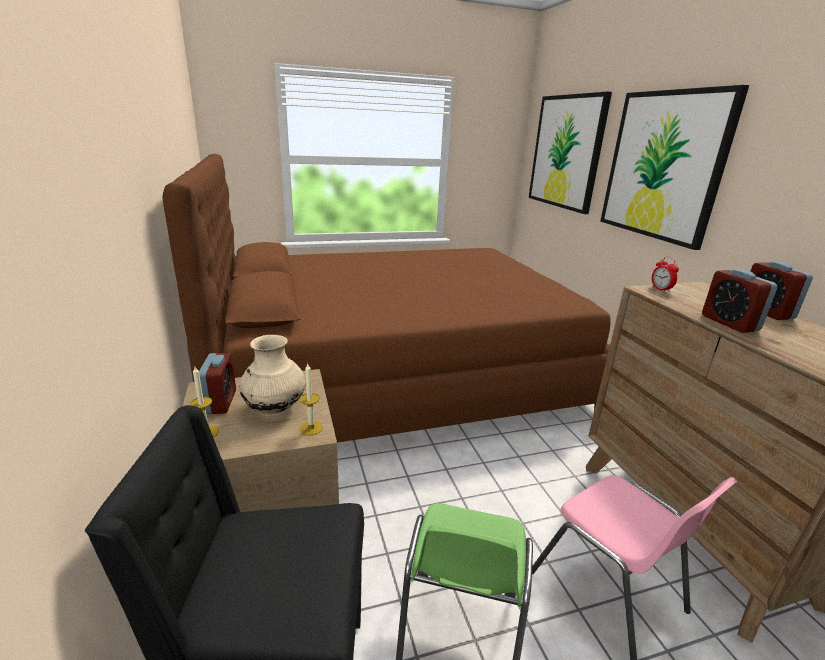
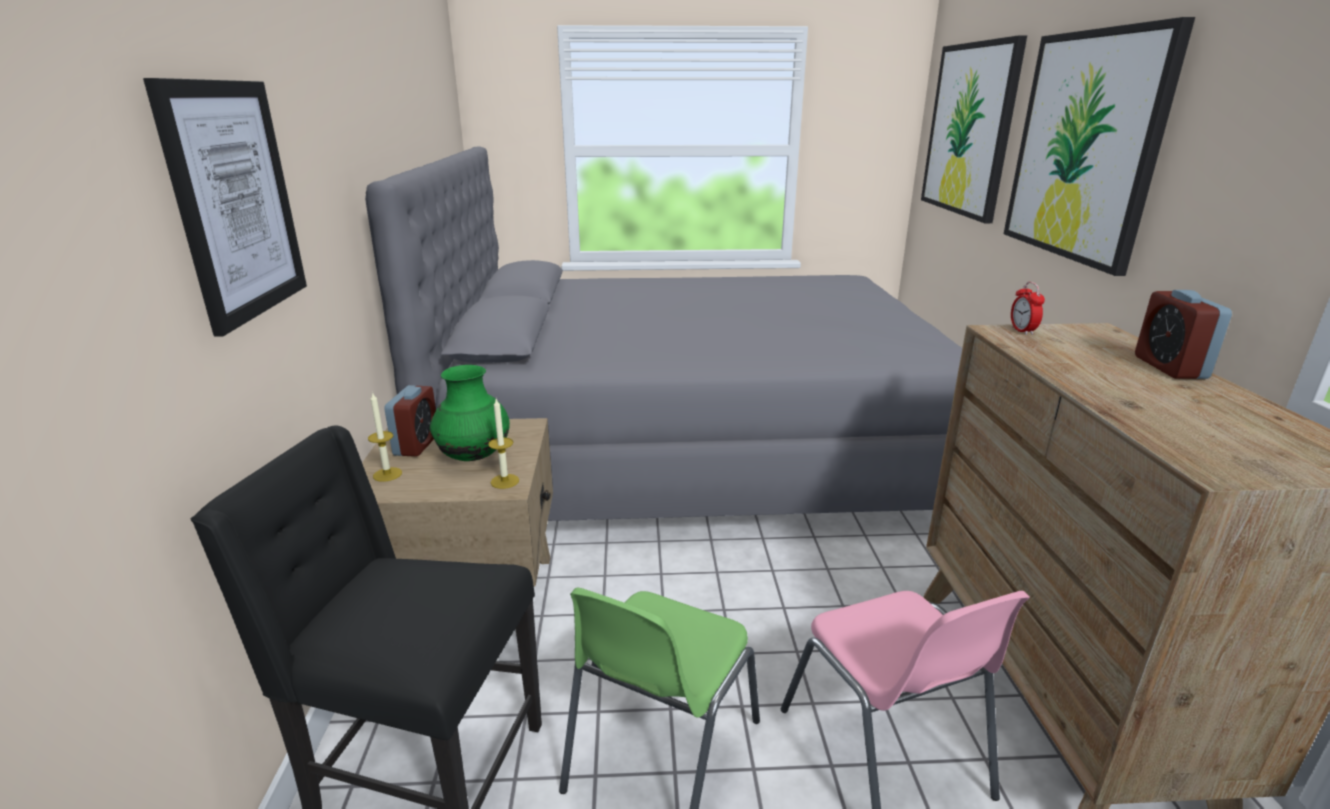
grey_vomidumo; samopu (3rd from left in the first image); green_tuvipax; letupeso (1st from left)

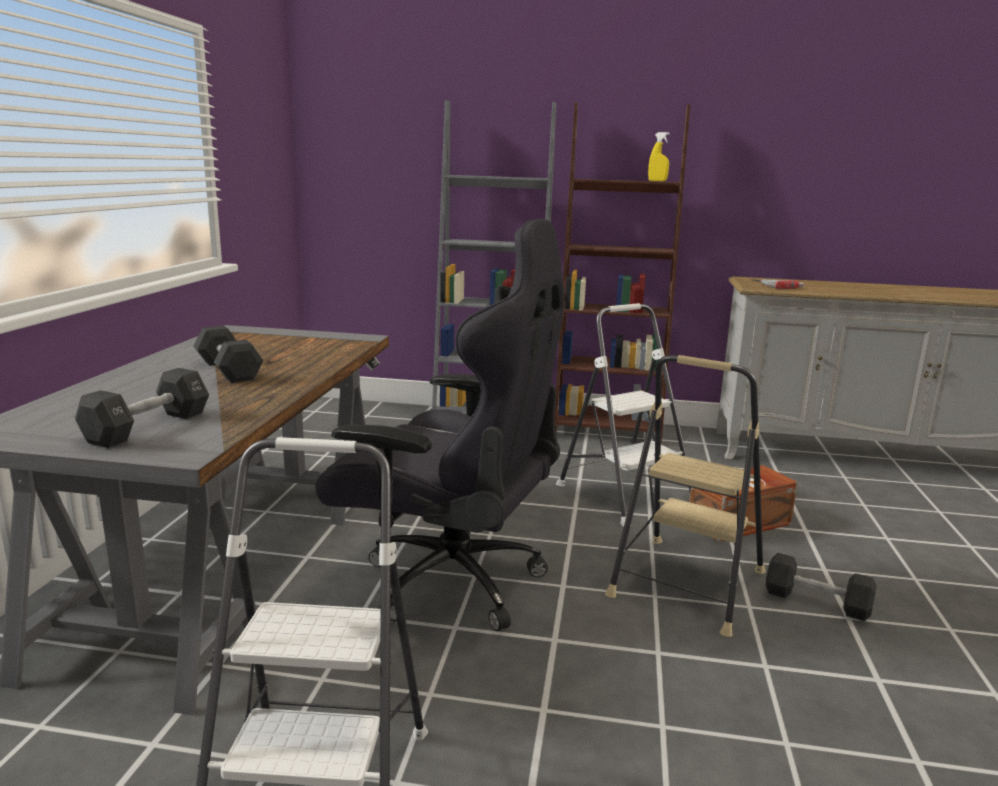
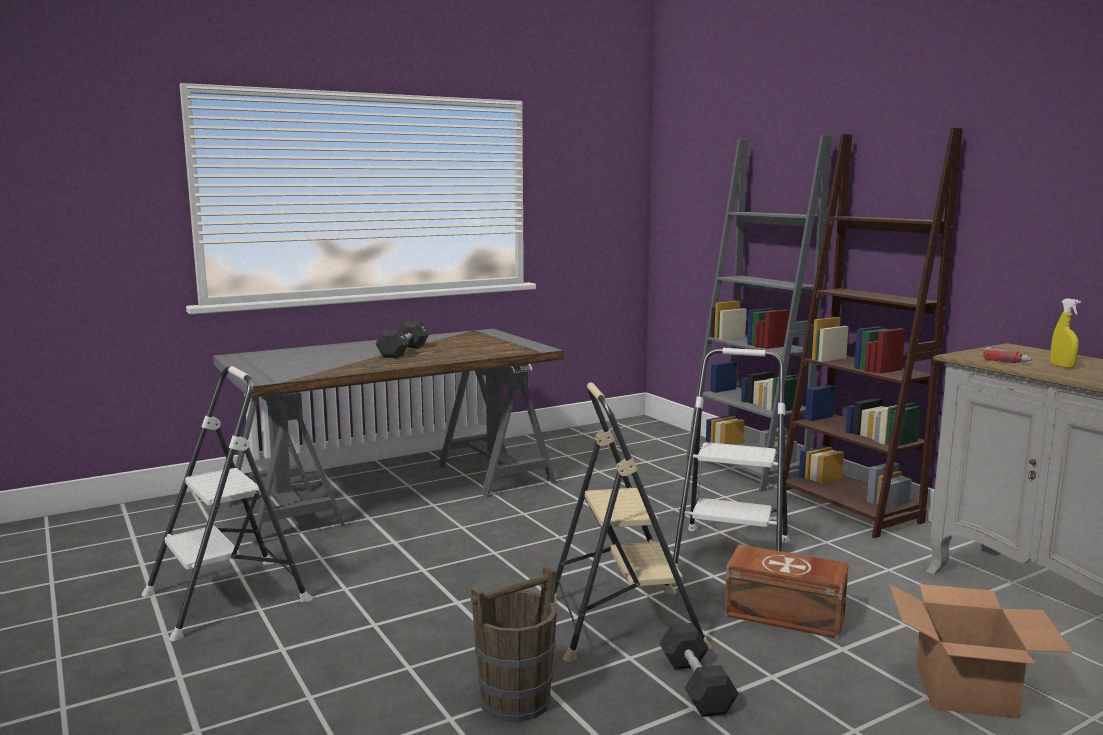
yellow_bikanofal; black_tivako; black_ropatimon (1st from left in the first image); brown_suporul; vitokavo

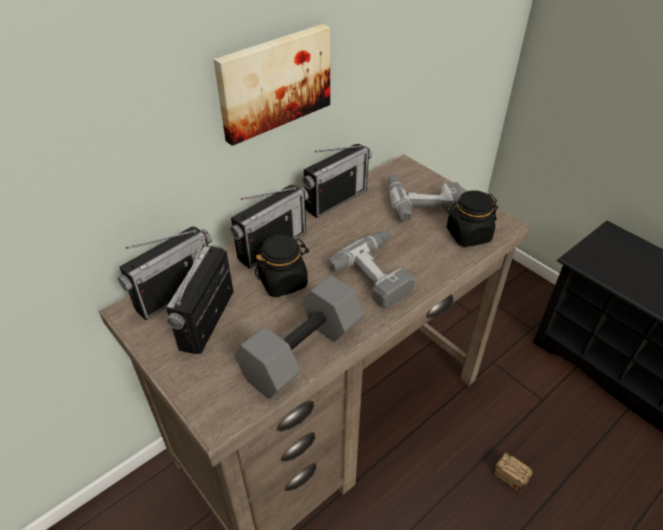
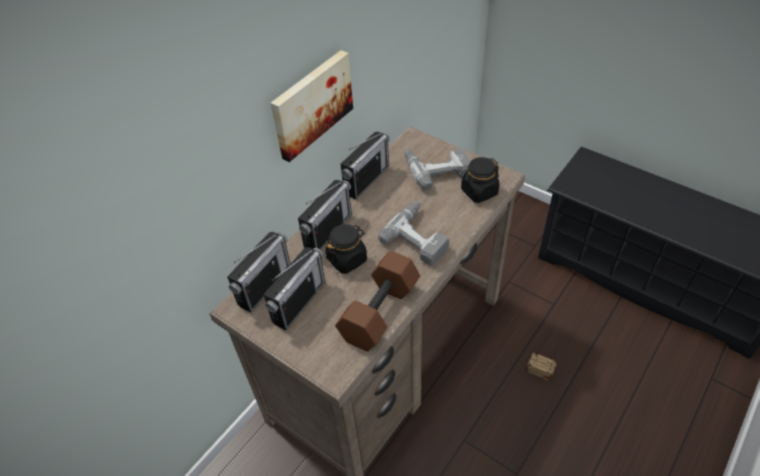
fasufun (2nd from left); brown_ropatimon

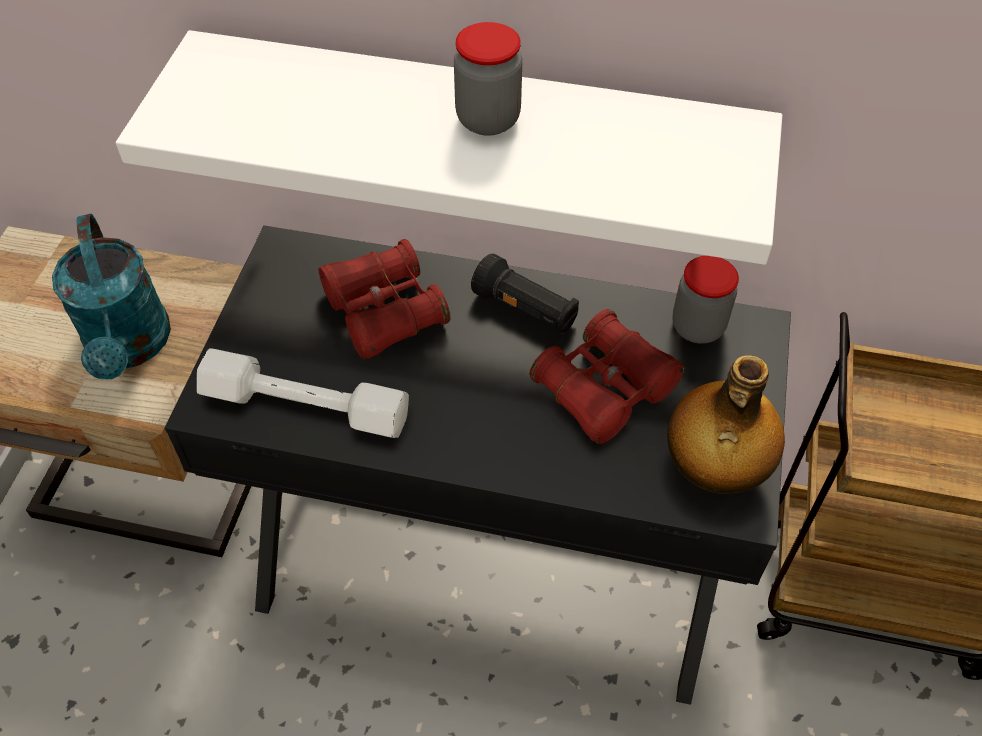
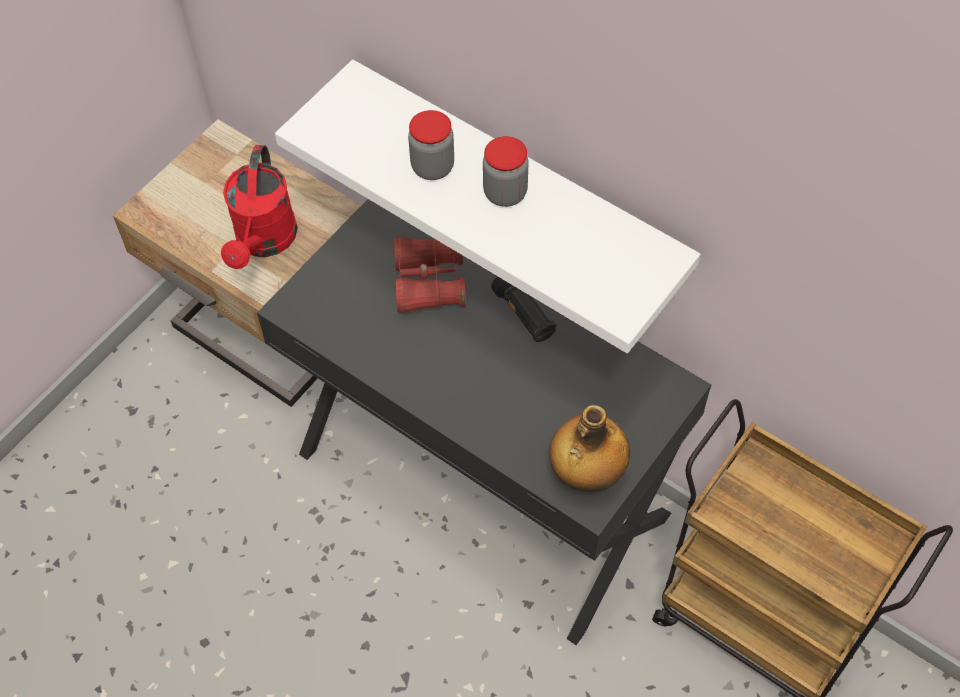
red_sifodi; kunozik (1st from left); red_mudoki (2nd from left in the first image); white_ropatimon

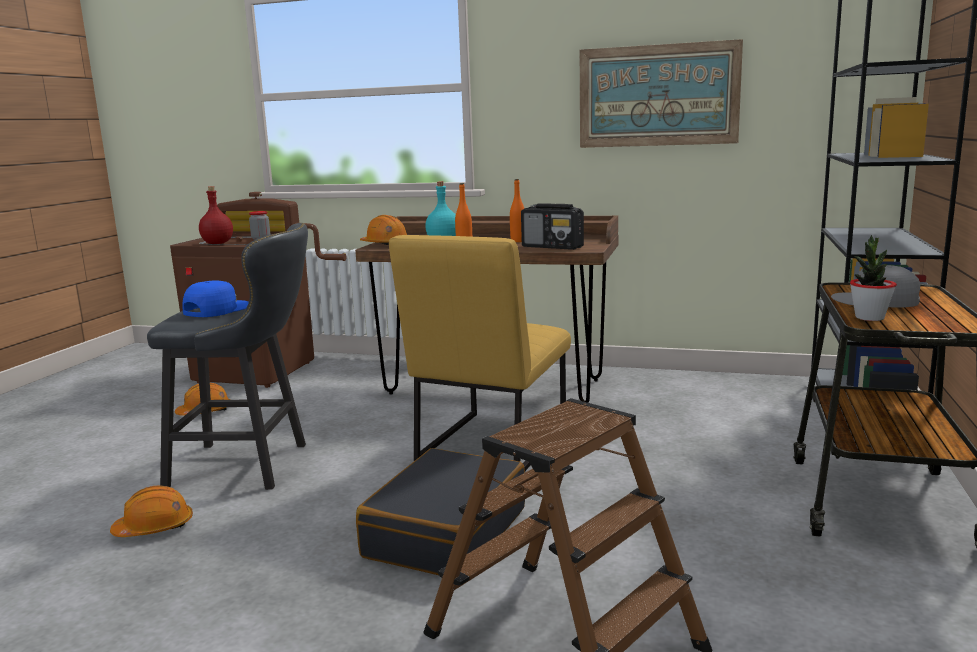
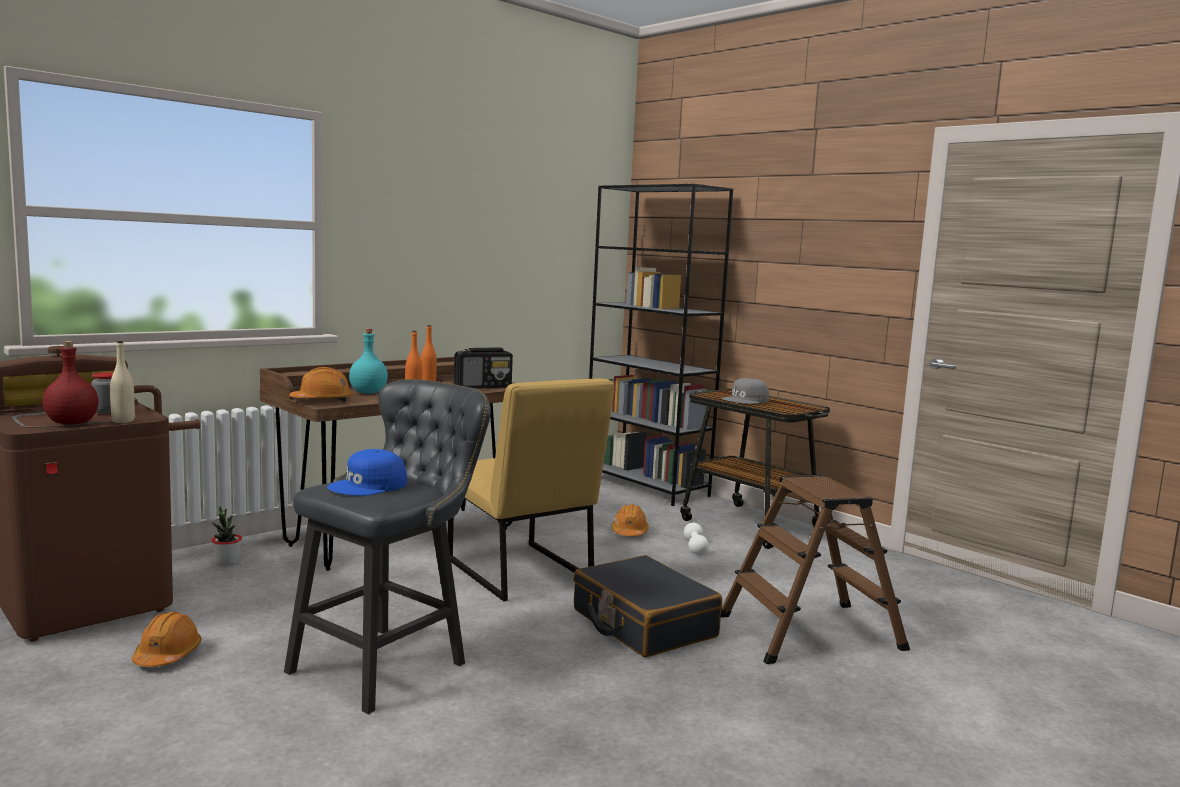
letupeso; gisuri; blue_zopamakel; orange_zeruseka (3rd from left); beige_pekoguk; white_ropatimon

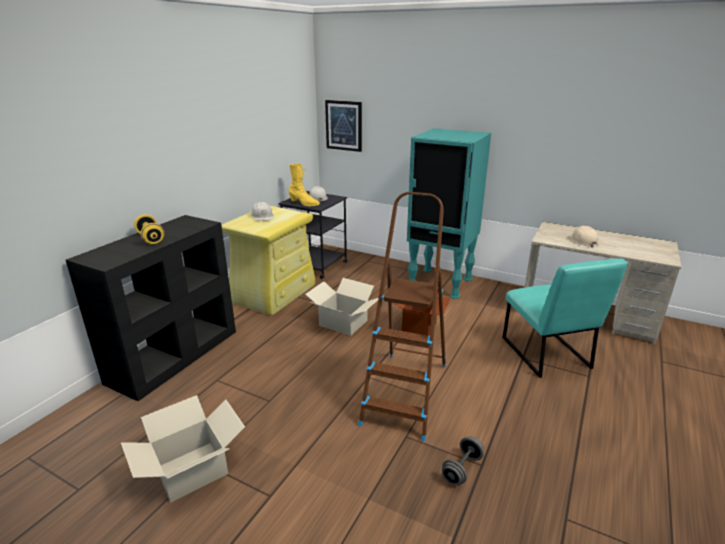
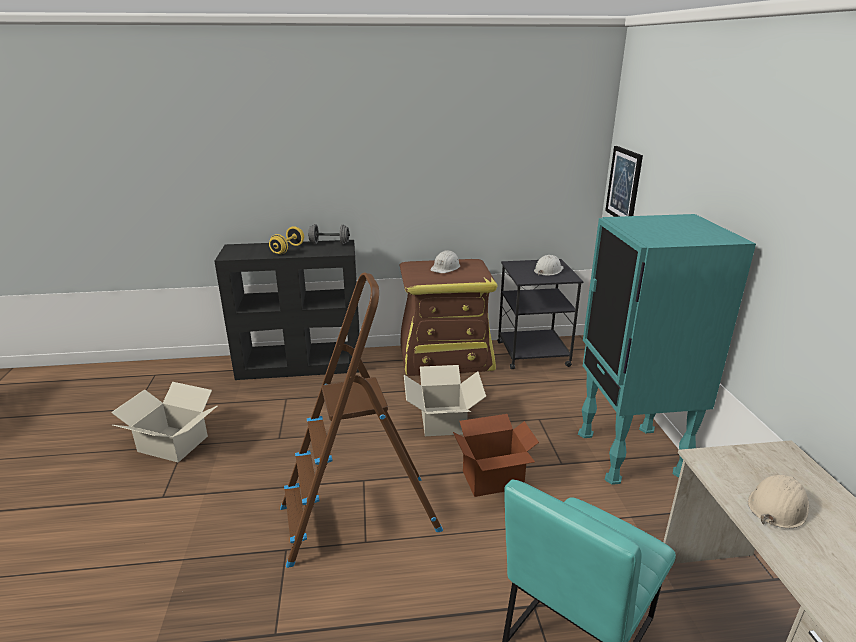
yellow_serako; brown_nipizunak; grey_ropatimon

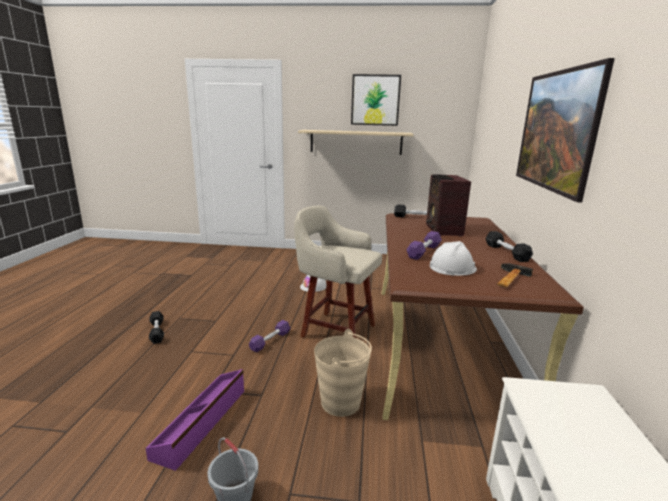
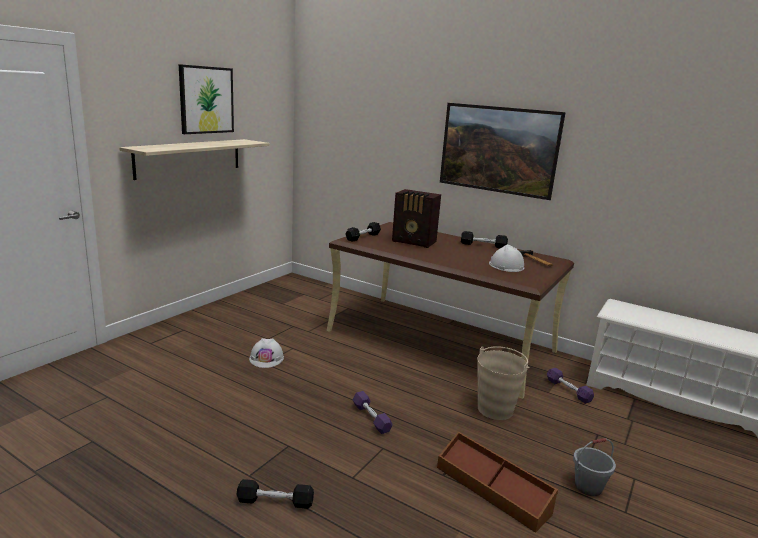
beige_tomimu; purple_ropatimon (2nd from left); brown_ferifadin

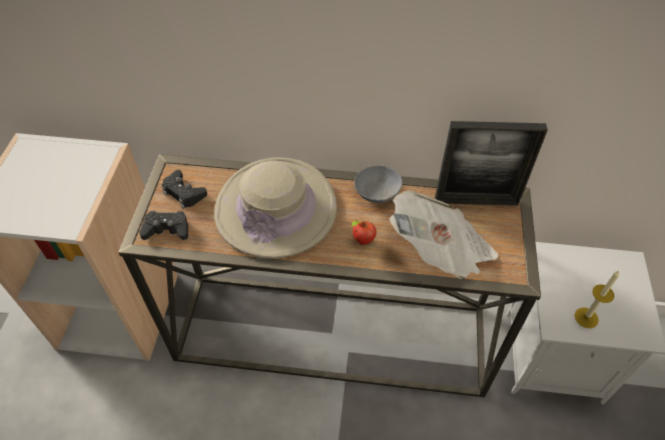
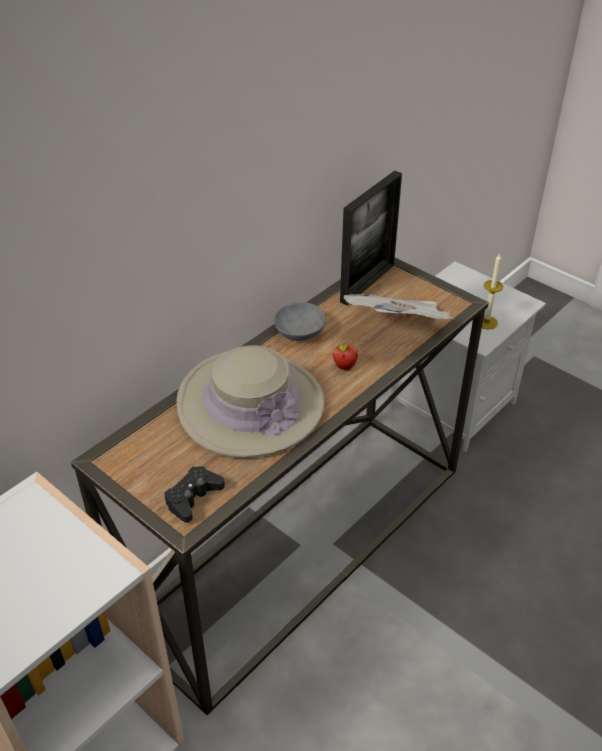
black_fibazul (2nd from left in the first image)

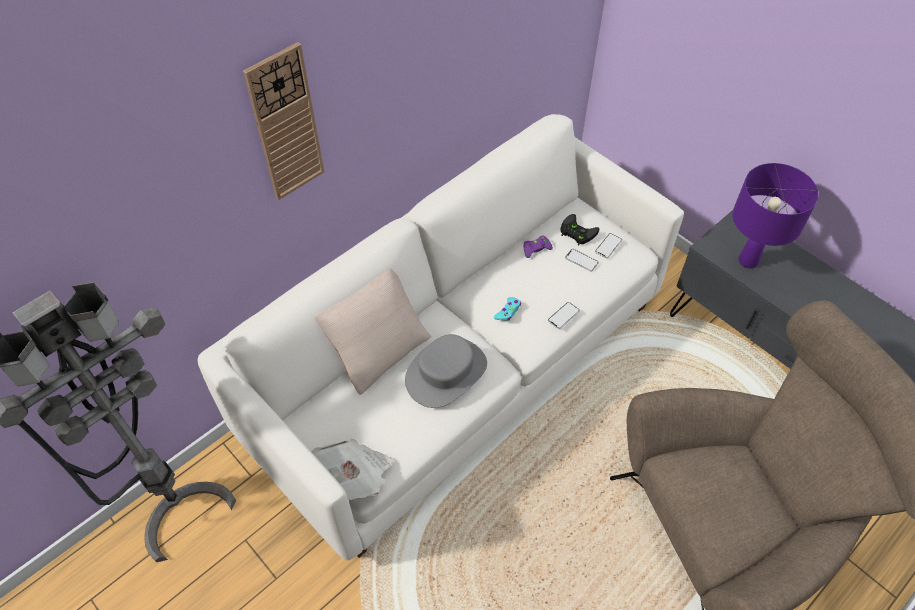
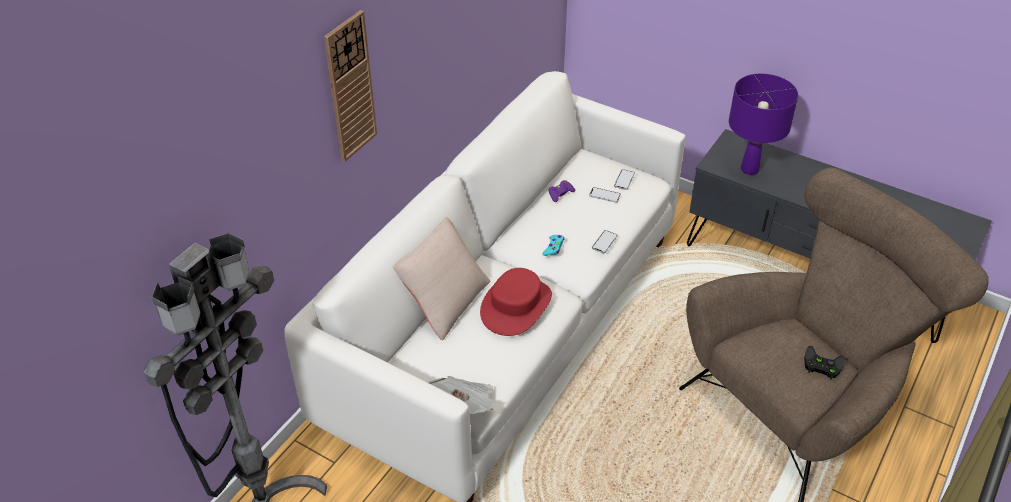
black_fibazul; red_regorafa

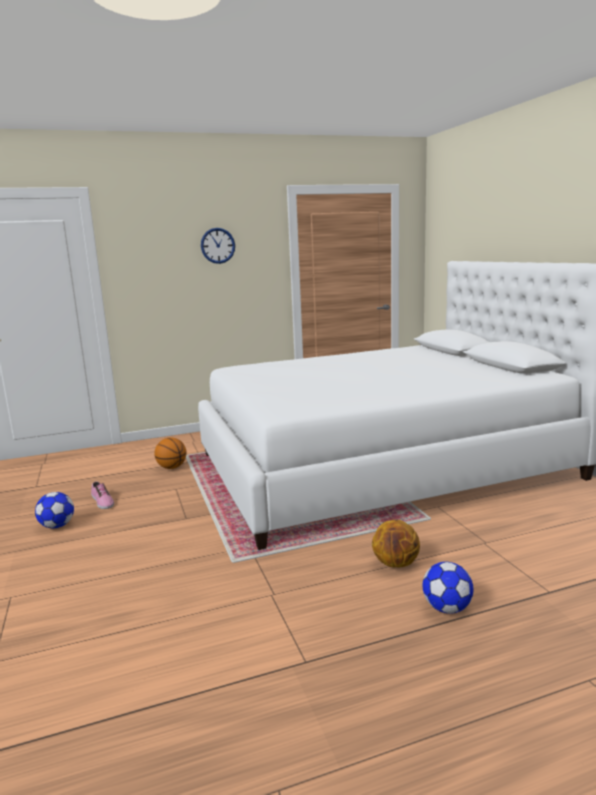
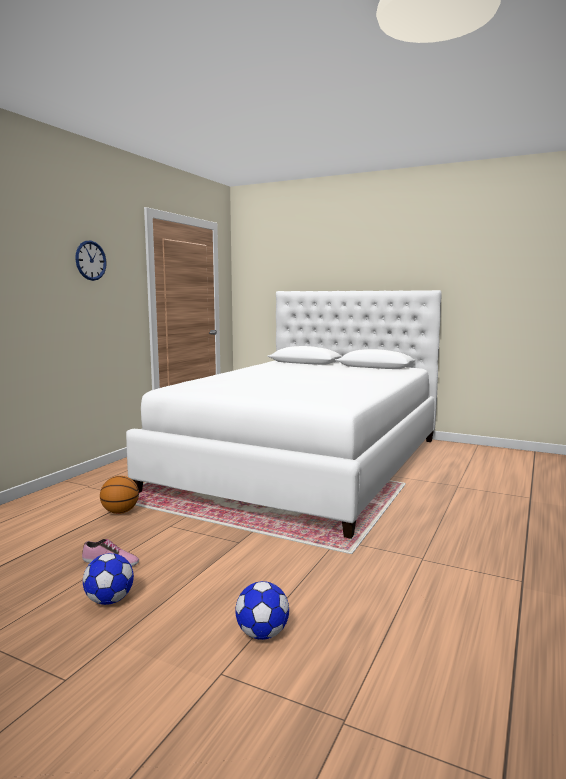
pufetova (2nd from left in the first image); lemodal (2nd from left)

